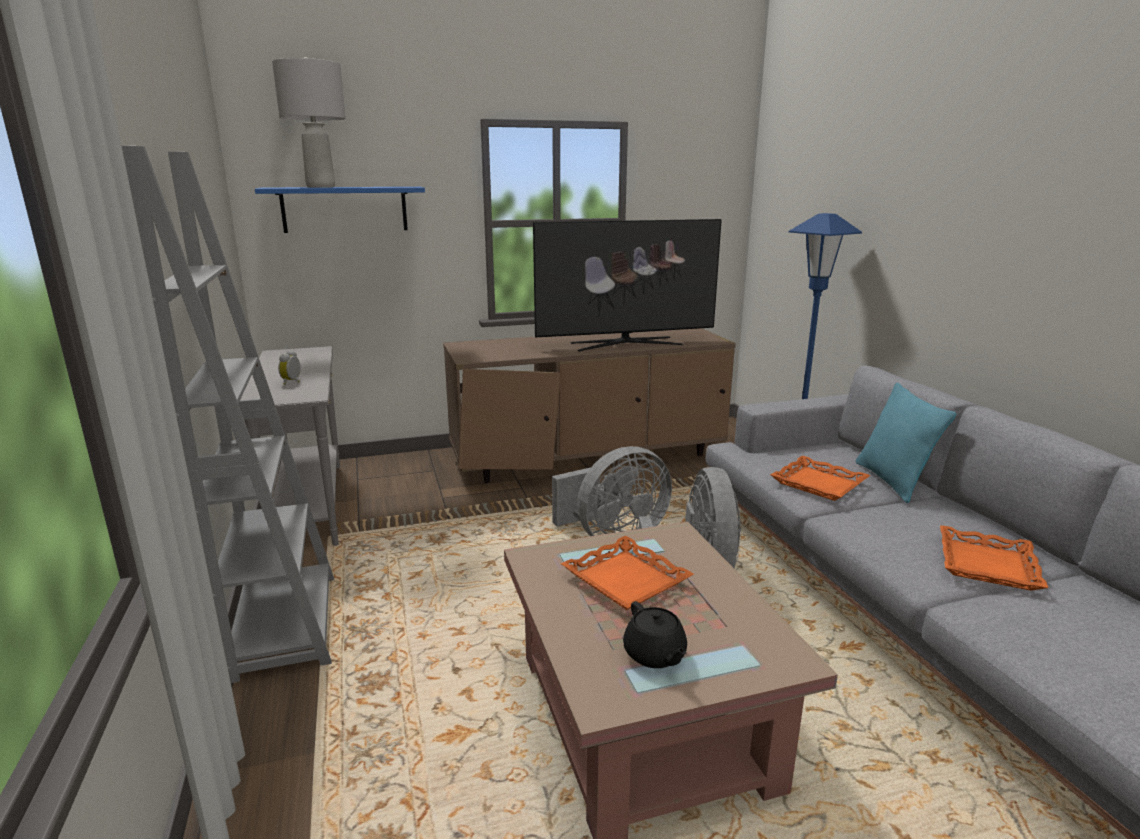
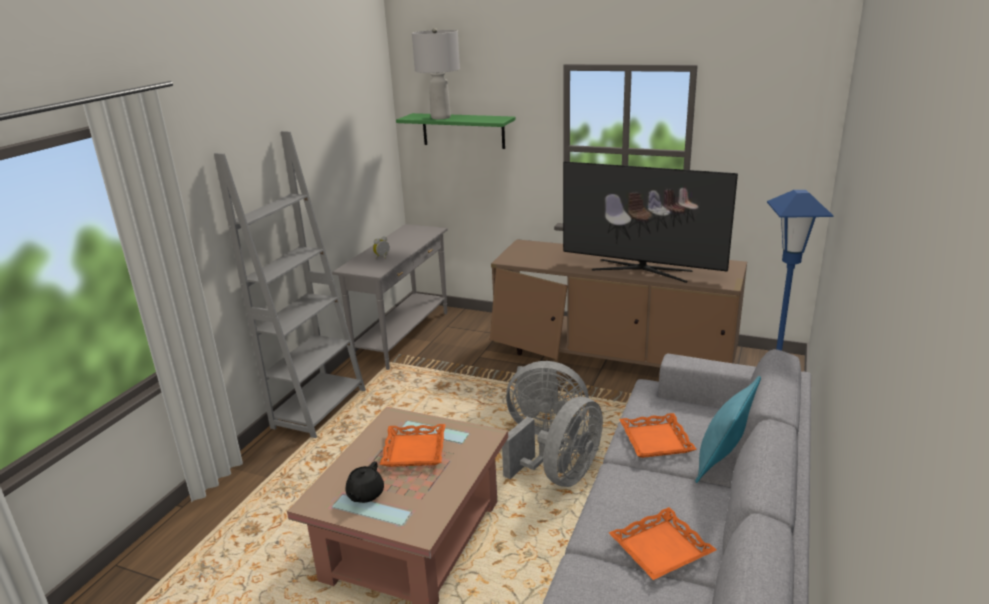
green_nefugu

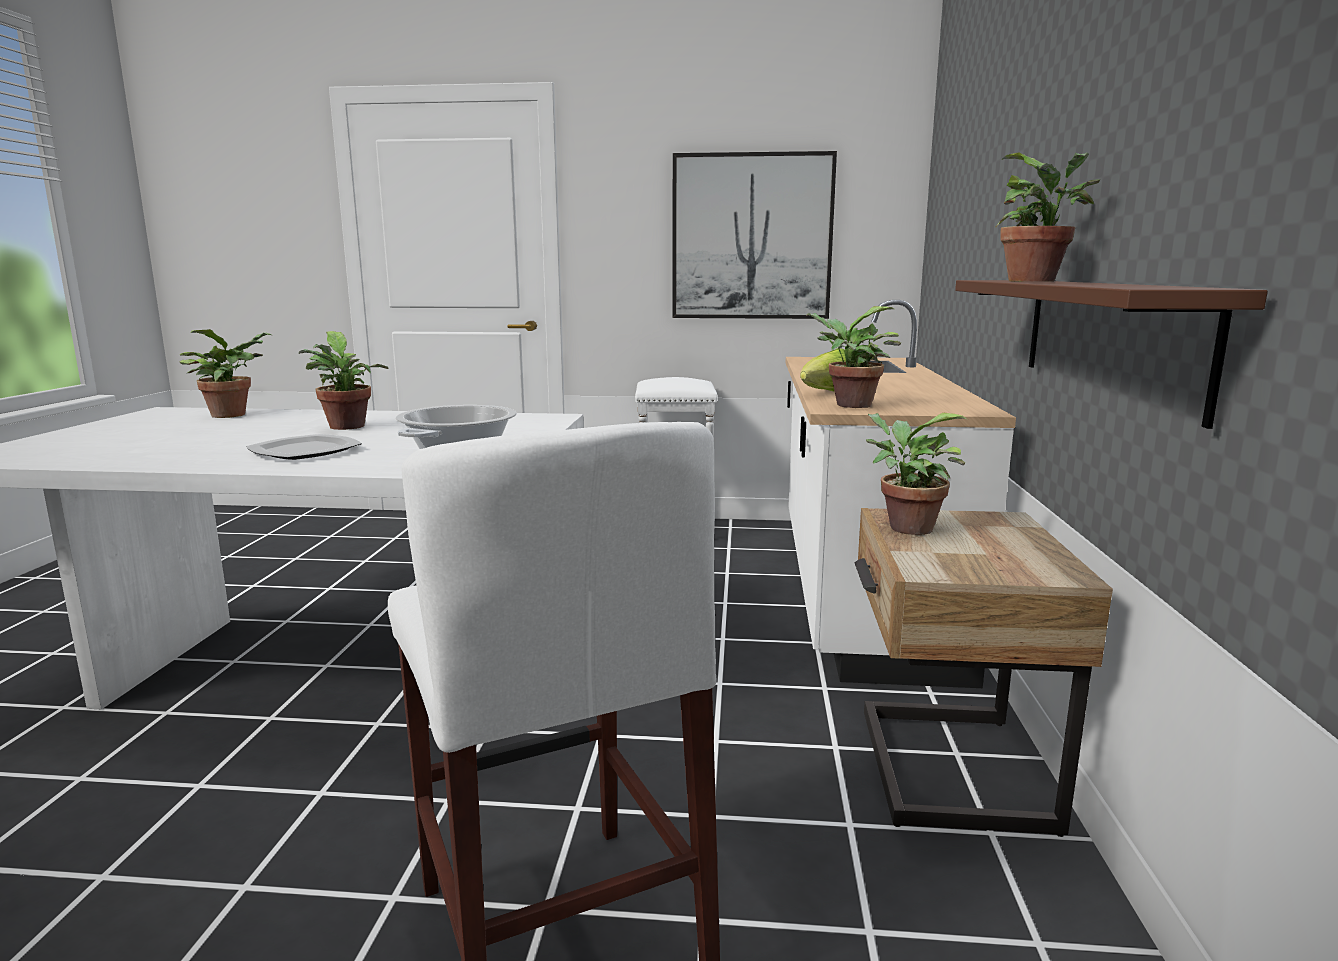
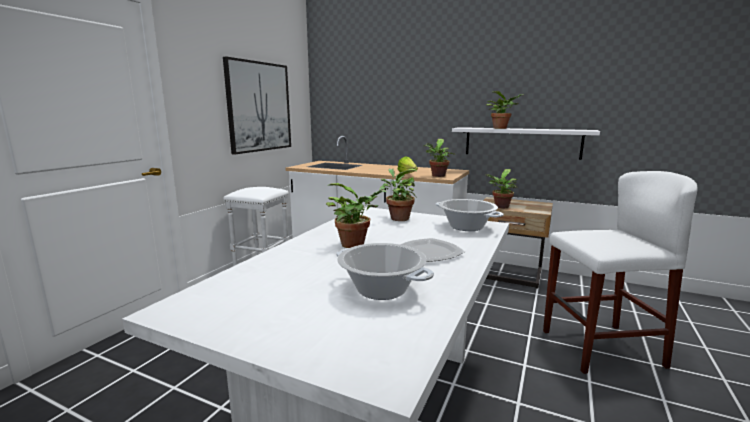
white_nefugu; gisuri (2nd from left); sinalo (1st from left)

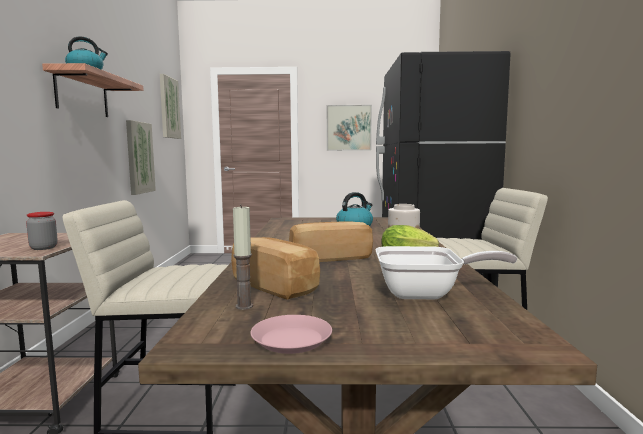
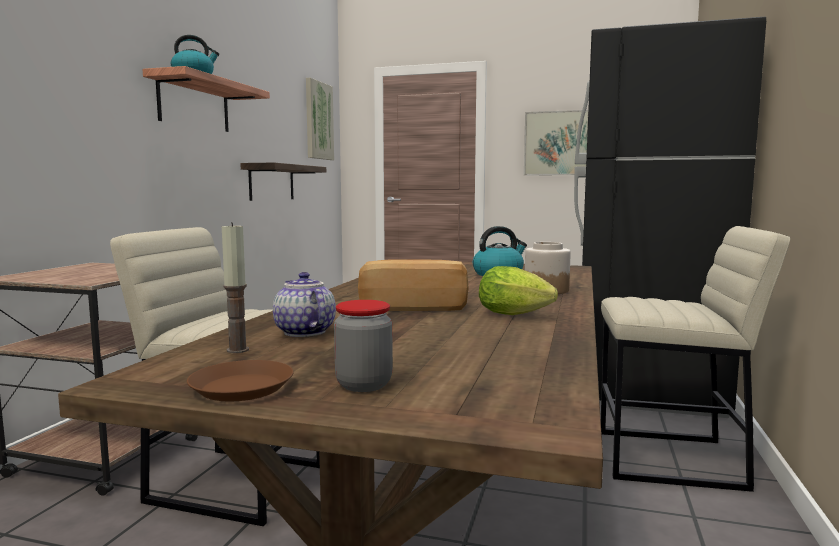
nefugu (2nd from left); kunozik (1st from left); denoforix; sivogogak; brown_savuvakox

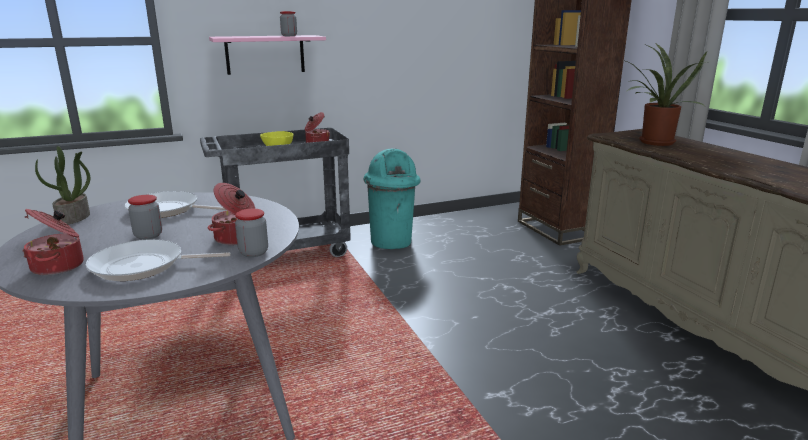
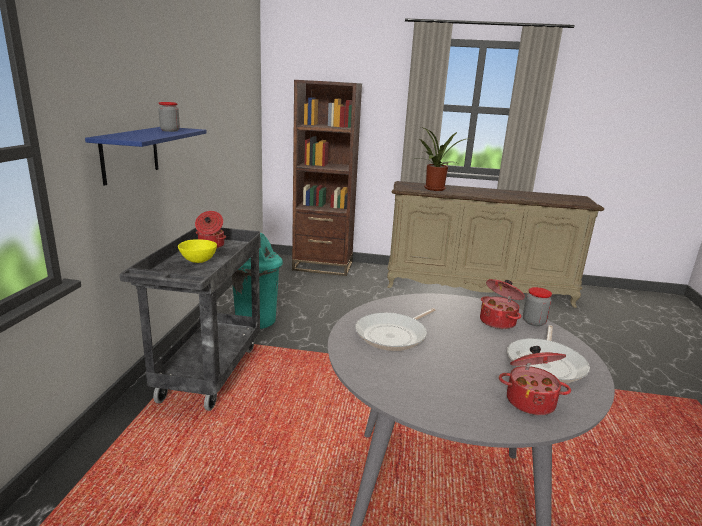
blue_nefugu; gisuri (1st from left in the first image); kunozik (1st from left in the first image)

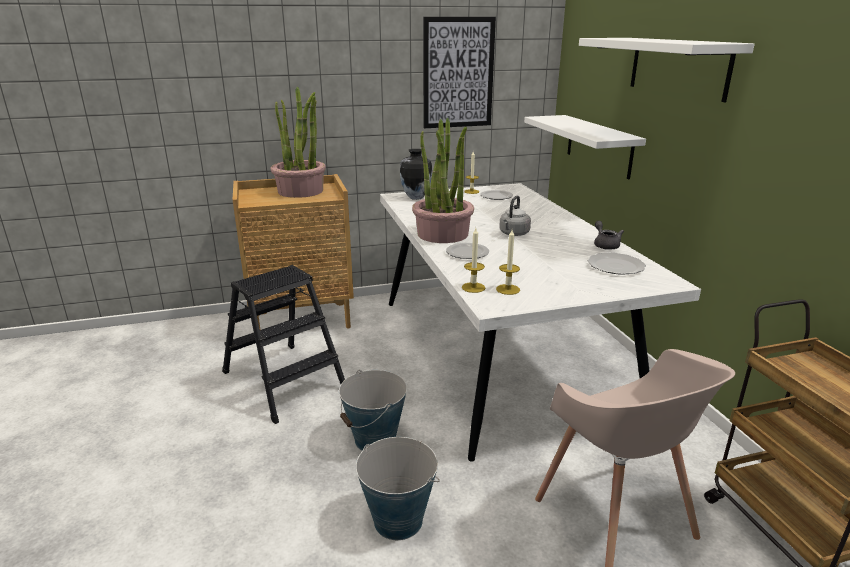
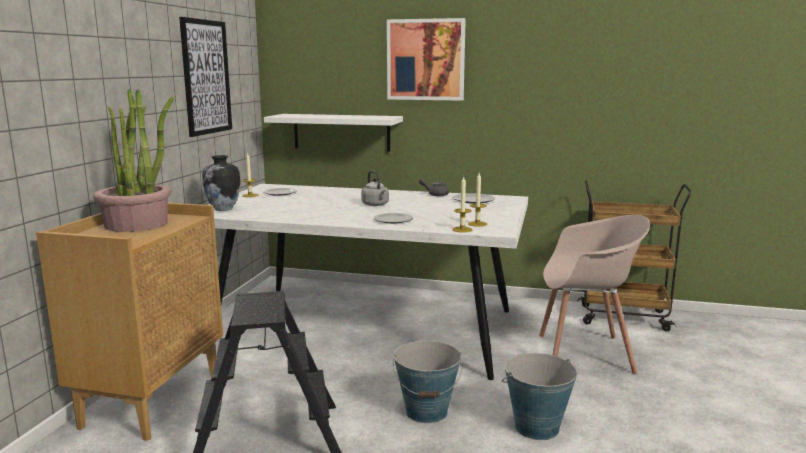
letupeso (2nd from left); gisuri (2nd from left in the first image)

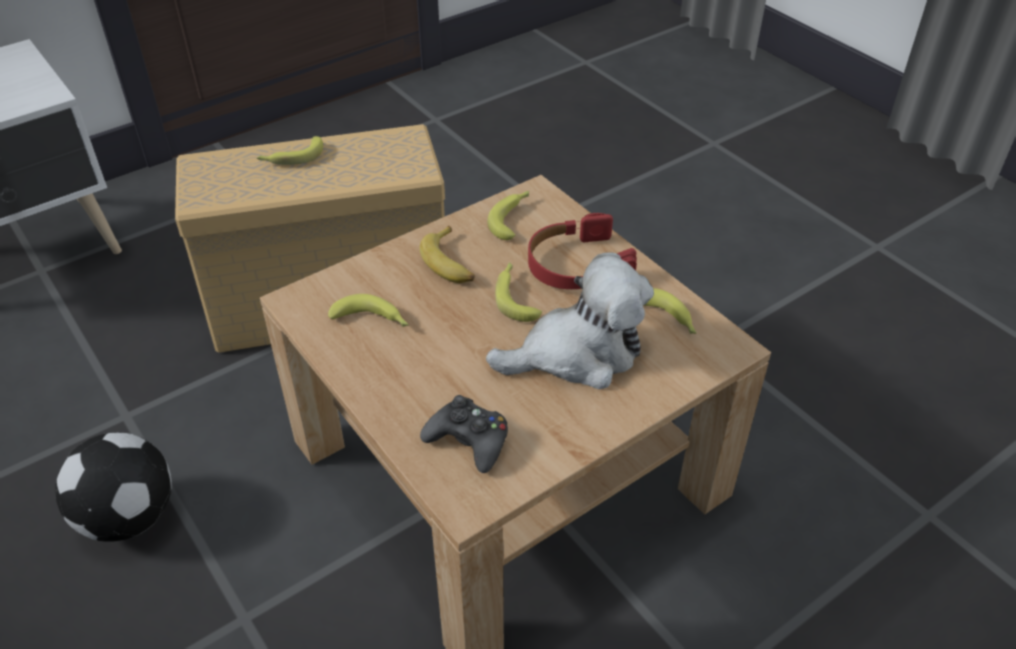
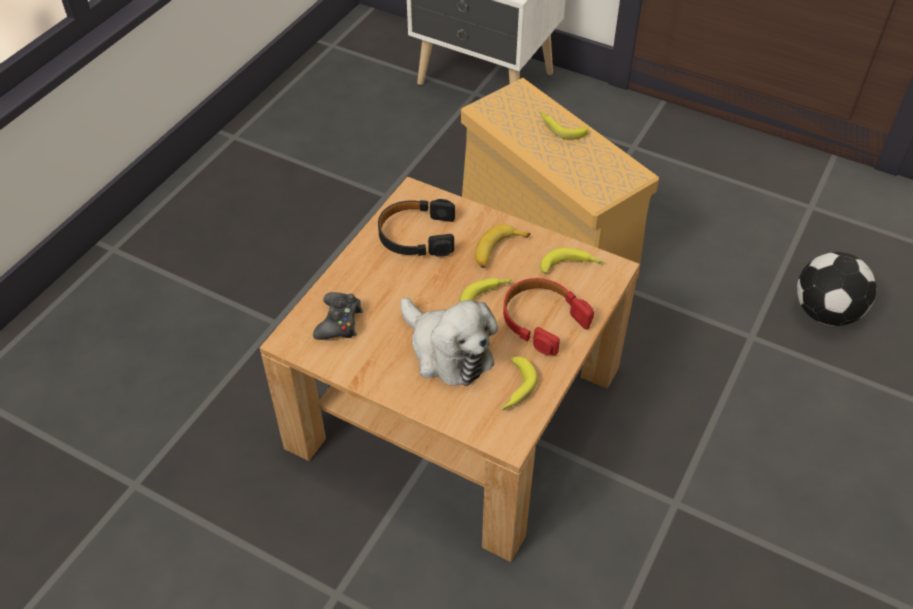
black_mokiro; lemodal

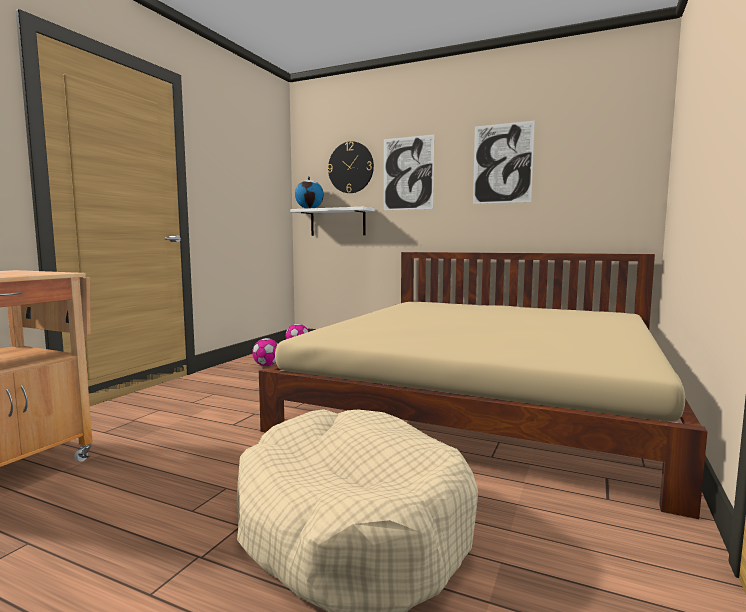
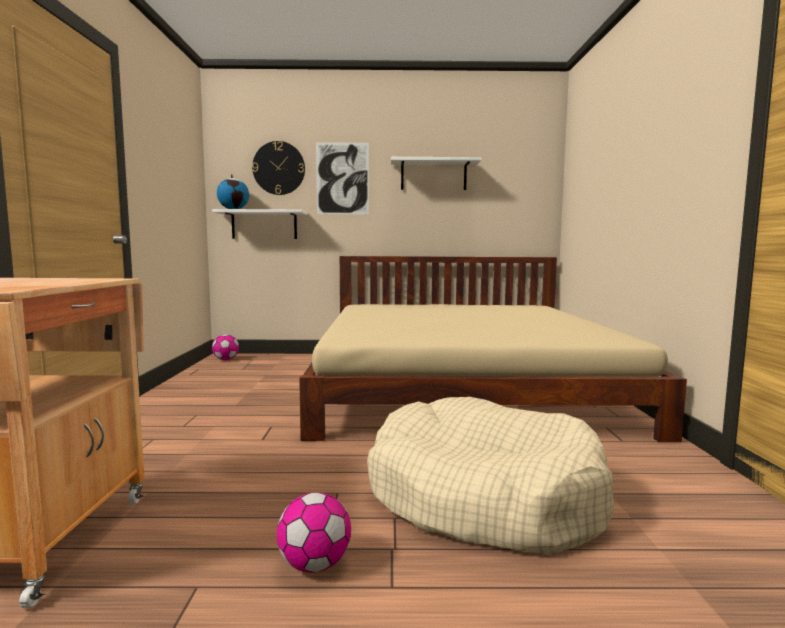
white_nefugu (2nd from left); lemodal (2nd from left)

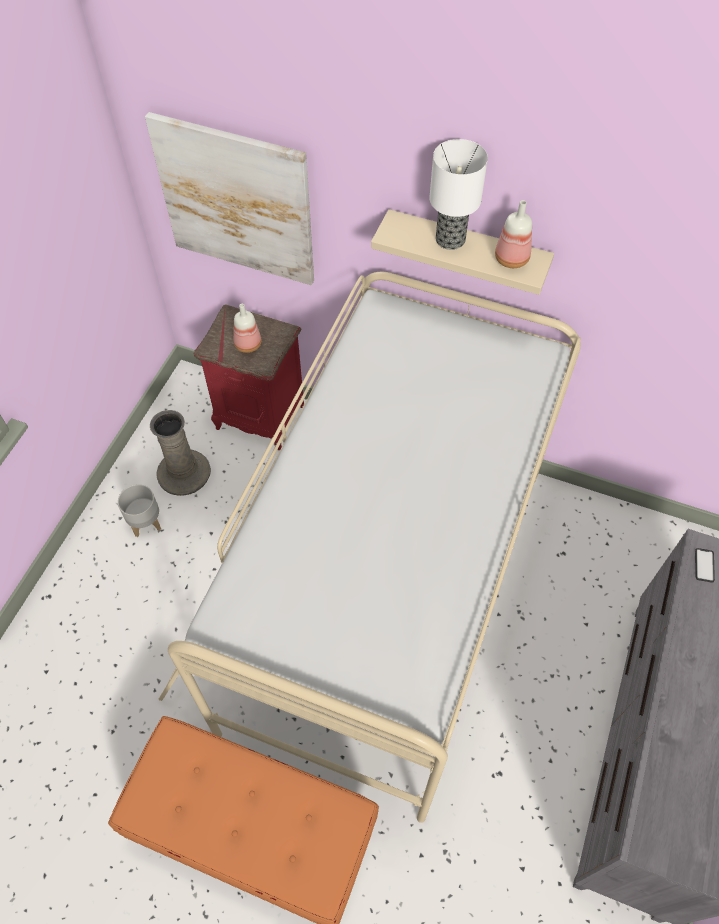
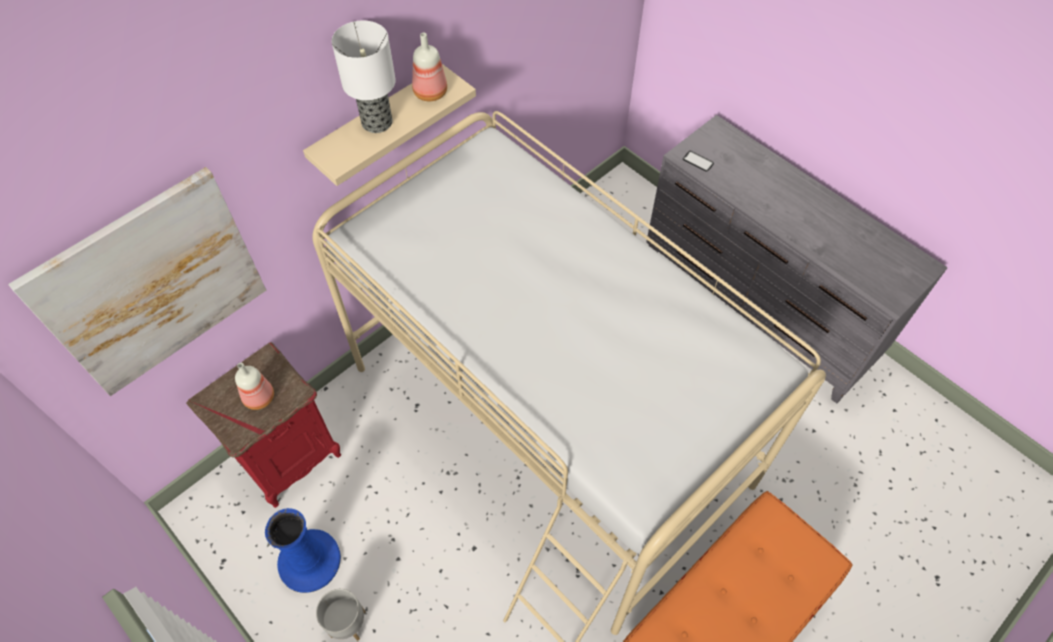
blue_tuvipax

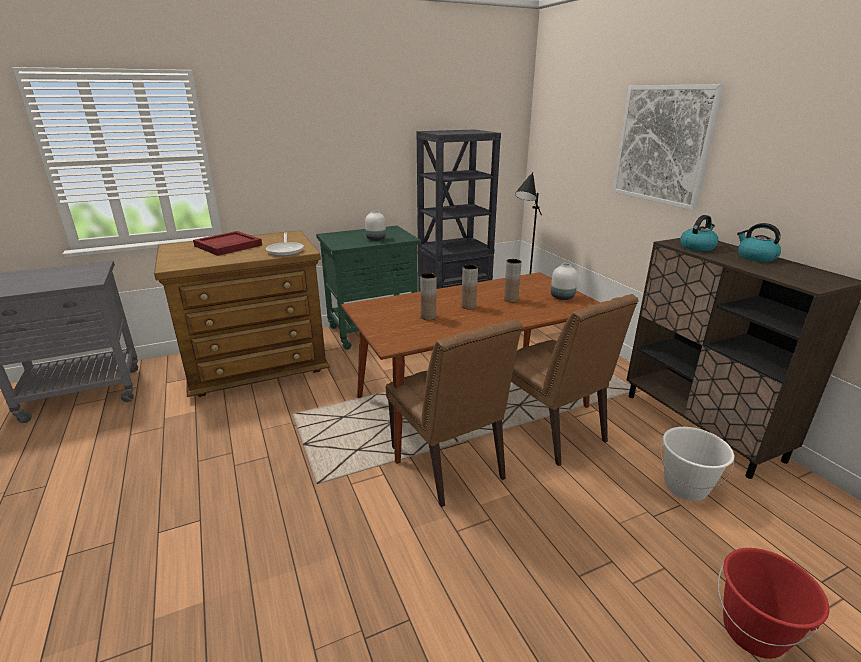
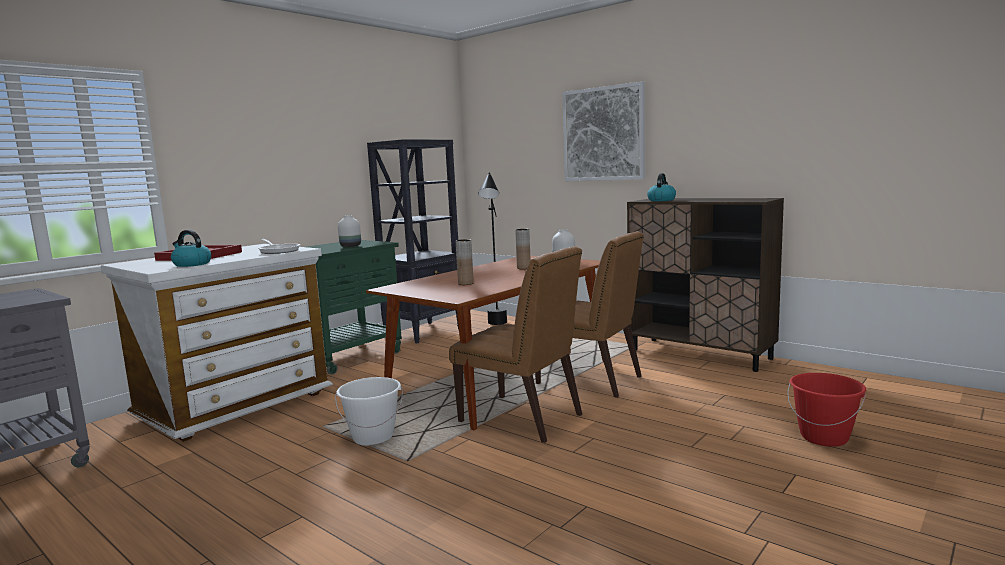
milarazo (1st from left); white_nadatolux; brown_tuvipax (2nd from left in the first image); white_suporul

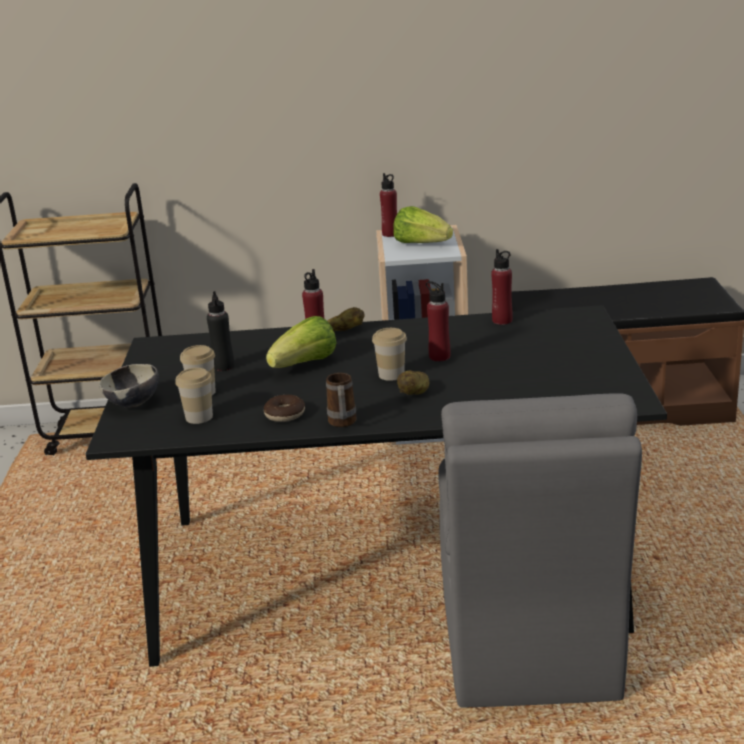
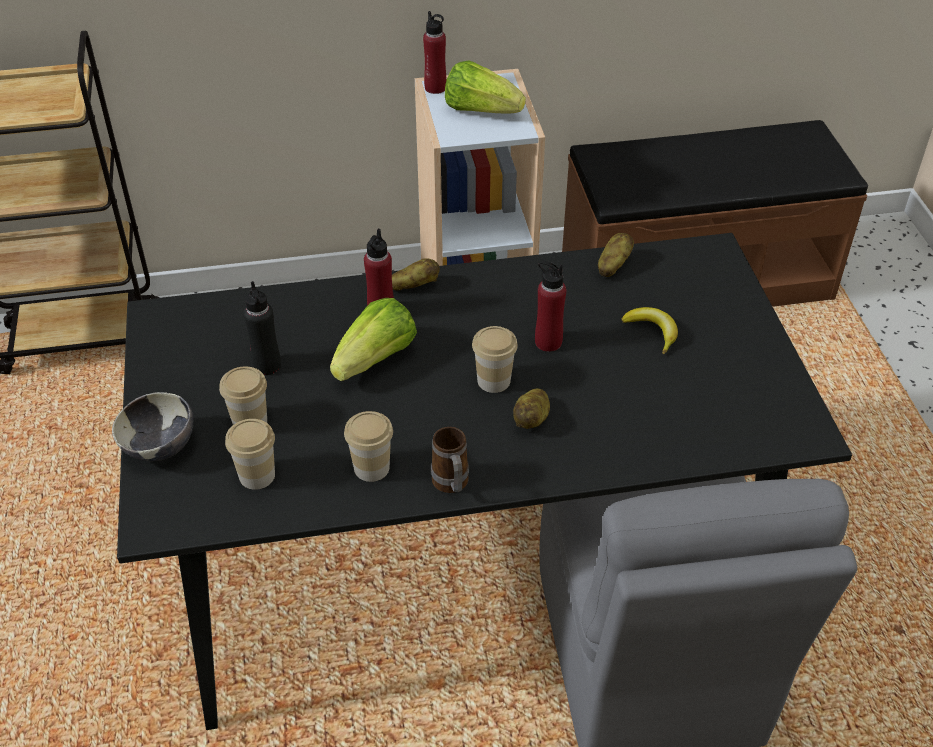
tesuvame (3rd from left); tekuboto (3rd from left); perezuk

